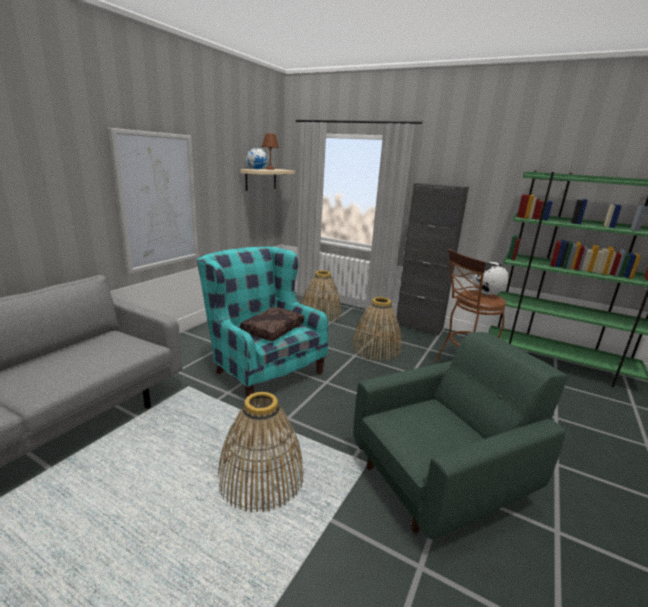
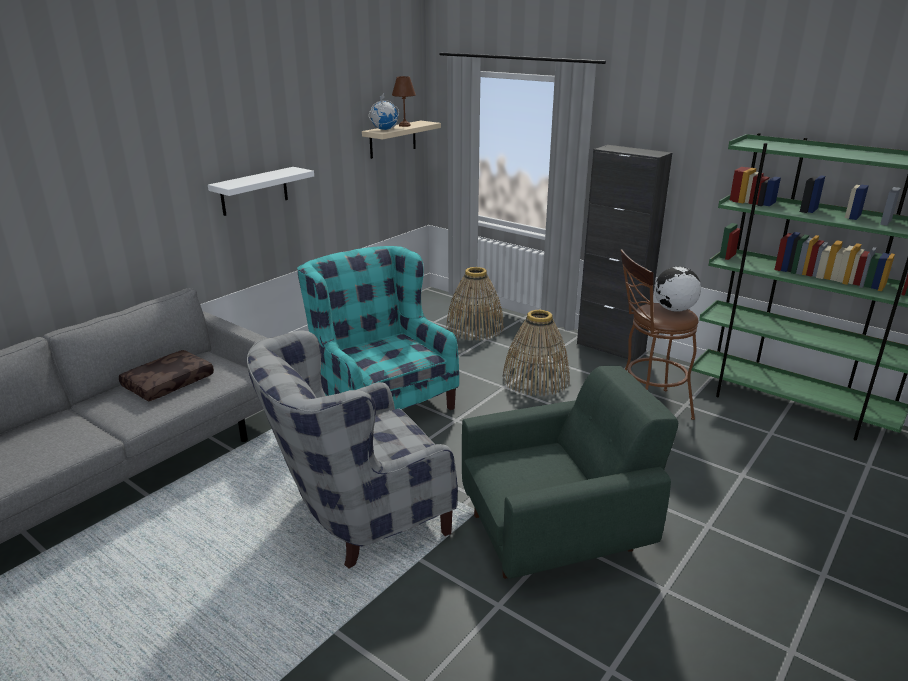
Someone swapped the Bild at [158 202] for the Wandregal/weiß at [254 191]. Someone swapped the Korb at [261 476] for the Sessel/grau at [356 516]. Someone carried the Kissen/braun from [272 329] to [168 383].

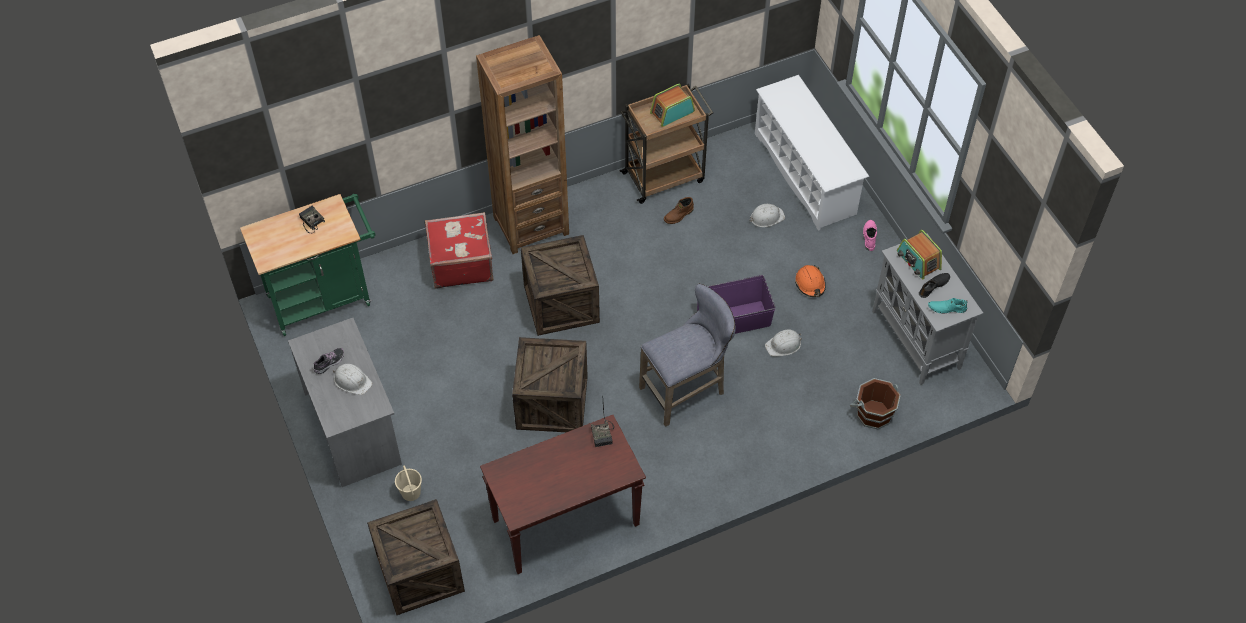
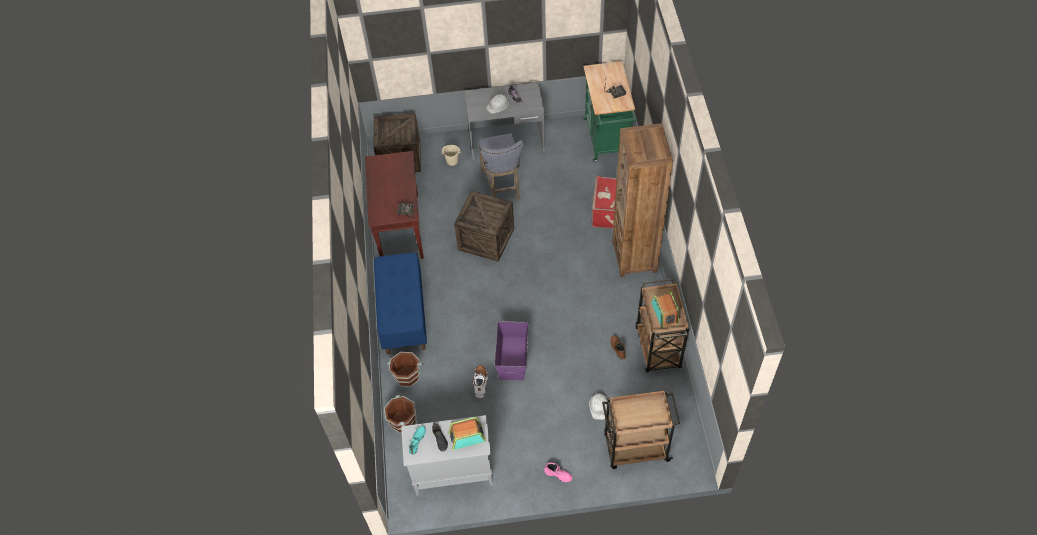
Someone took away the Kiste at [561 303]. Someone carried the Hocker/grau from [687 390] to [502 187]. Someone swapped the Schuhregal/weiß at [805 174] for the Rollwagen/braun at [635 448]. Someone swapped the Schutzhelm/weiß at [784 345] for the Stiefel/weiß at [480 382]. Someone took away the Schutzhelm/orange at [810 284]. Someone put down the Bank/blau at [403 314]. Someone put down the Eimer/braun at [407 376].

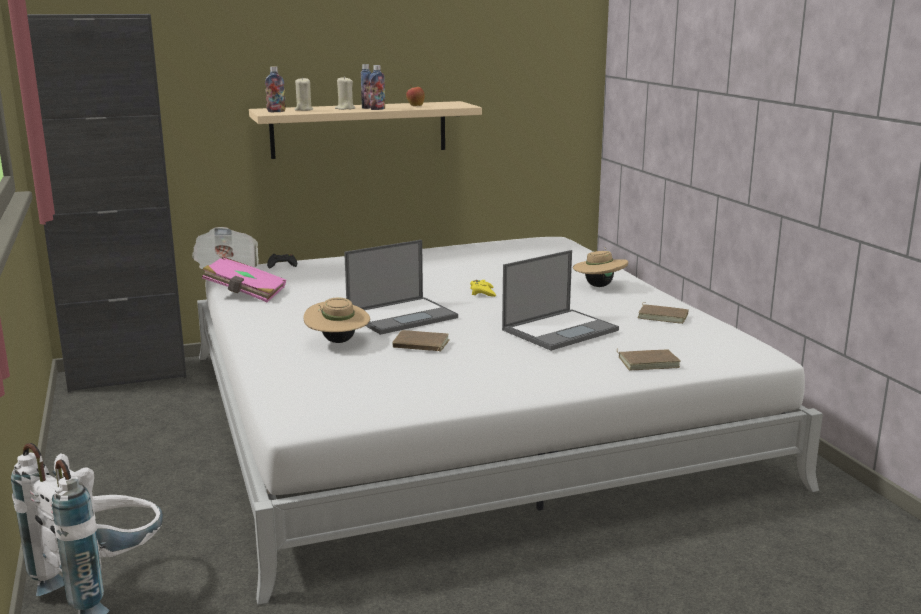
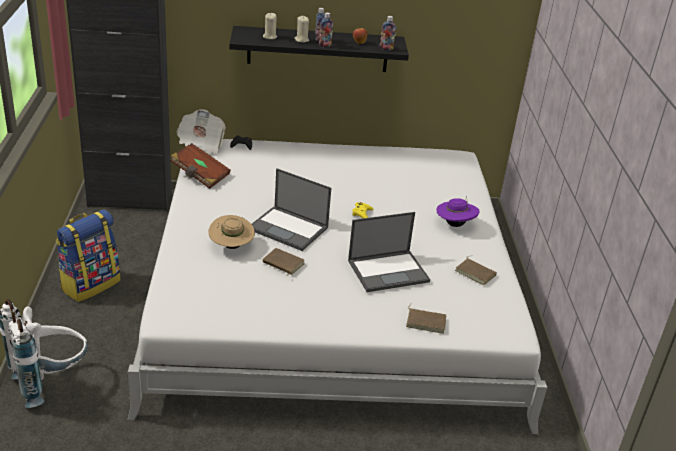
Someone repainted the Buch/rosa at [245 294], which became the Buch/braun at [200 175]. Someone repainted the Wandregal/beige at [359 129], which became the Wandregal/schwarz at [318 49]. Someone carried the Flasche from [276 111] to [386 49]. Someone rotated the Laptop at [403 316] by 45 degrees clockwise. Someone repainted the Hut/beige at [599 286], which became the Hut/lila at [455 224]. Someone put down the Rucksack at [90 284].

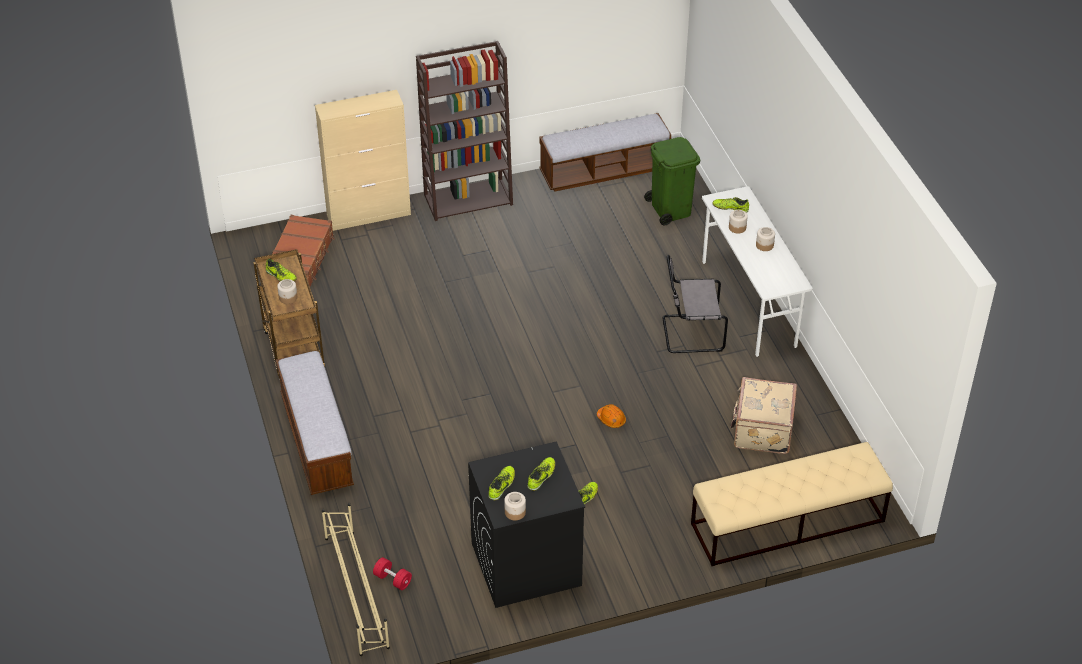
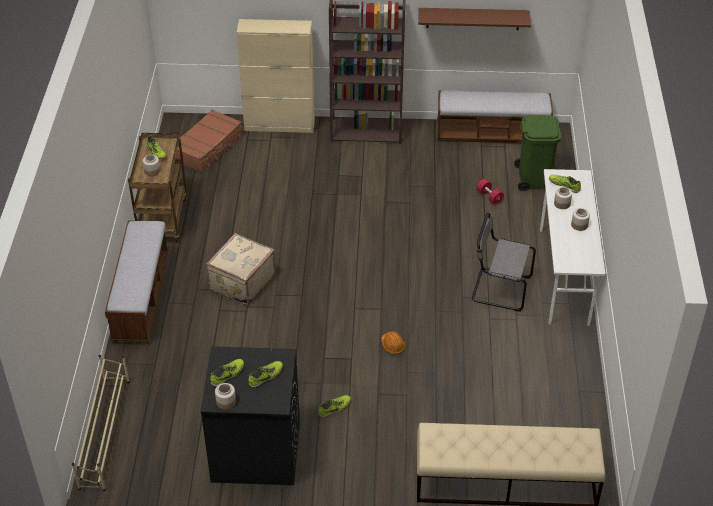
Someone carried the Hantel/rot from [392 579] to [489 197]. Someone carried the Koffer/beige from [761 430] to [241 282]. Someone put up the Wandregal/braun at [473 18].

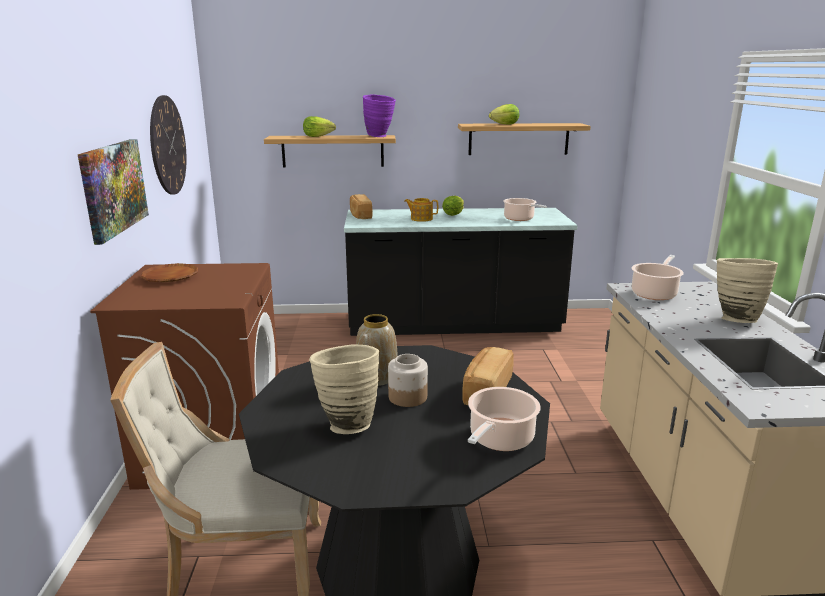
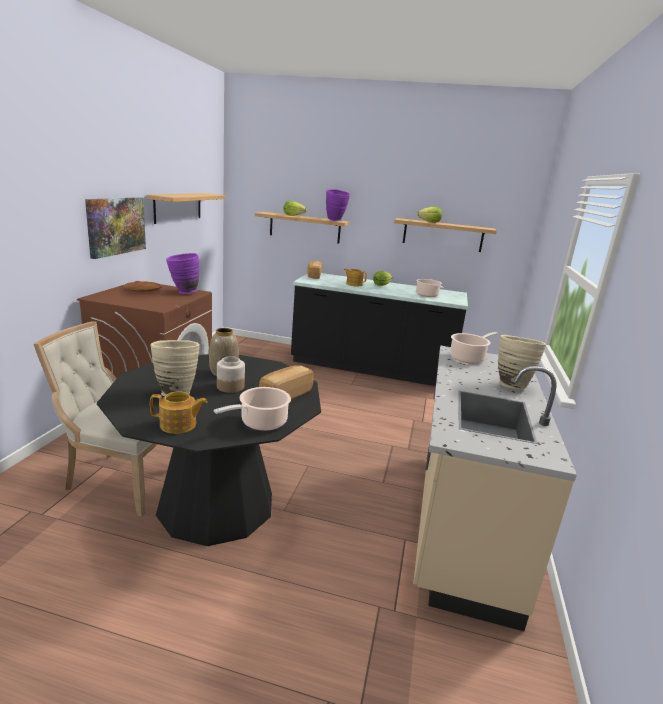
Someone swapped the Wanduhr at [168 145] for the Wandregal at [178 207]. Someone put down the Teekanne at [179 425]. Someone put down the Vase/lila at [183 292].

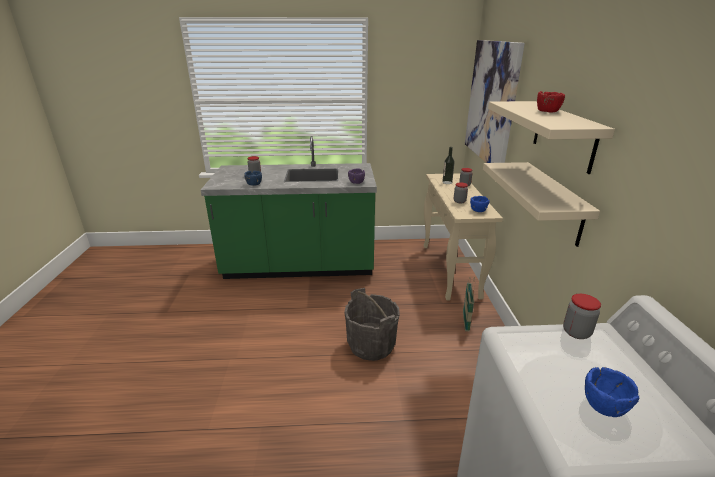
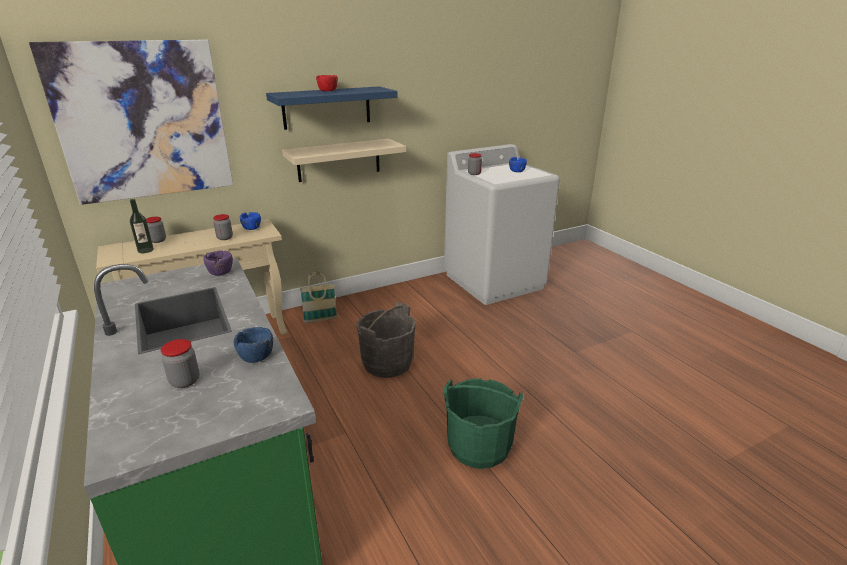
Someone repainted the Wandregal/beige at [563 135], which became the Wandregal/blau at [327 107]. Someone put down the Eimer/grün at [479 446].

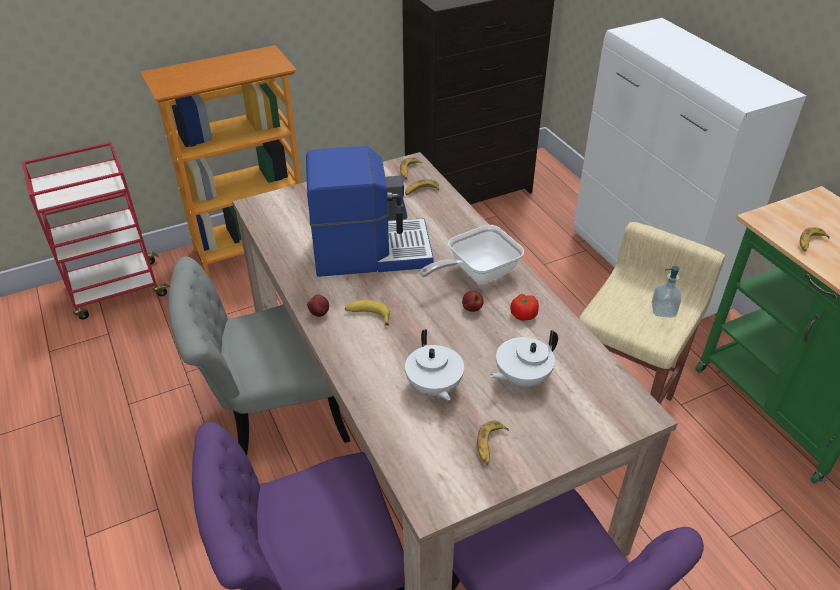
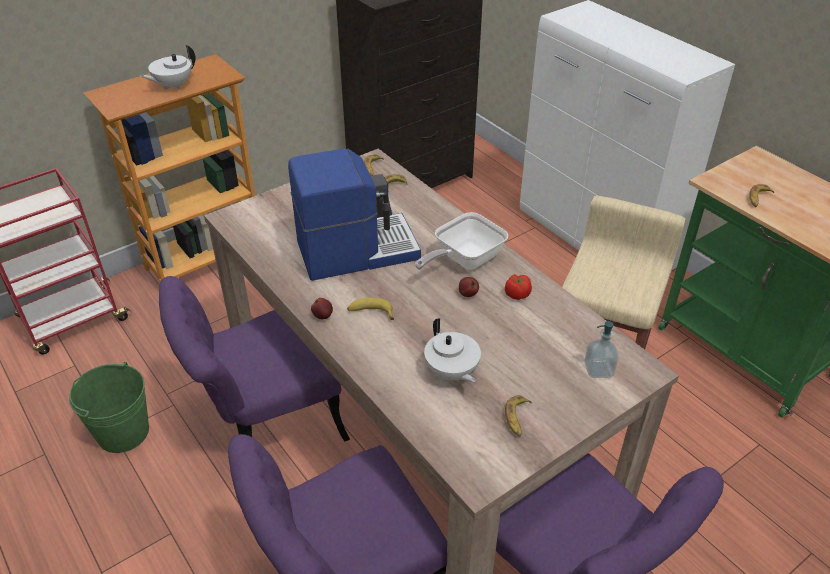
Someone repainted the Stuhl/grau at [270 415], which became the Stuhl/lila at [264 425]. Someone carried the Teekanne/weiß from [521 378] to [173 86]. Someone carried the Seifenspender from [663 311] to [598 369]. Someone put down the Eimer/grün at [123 432].

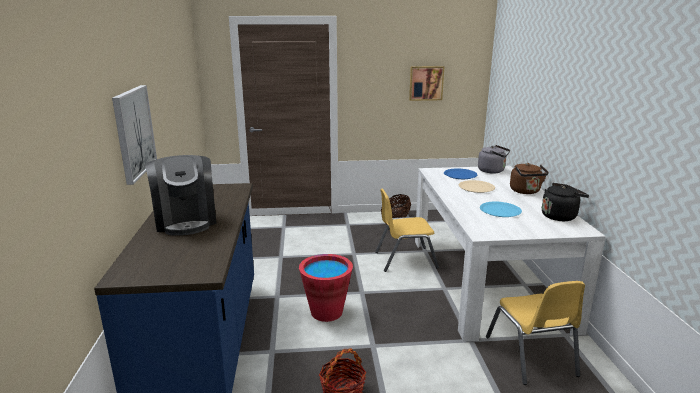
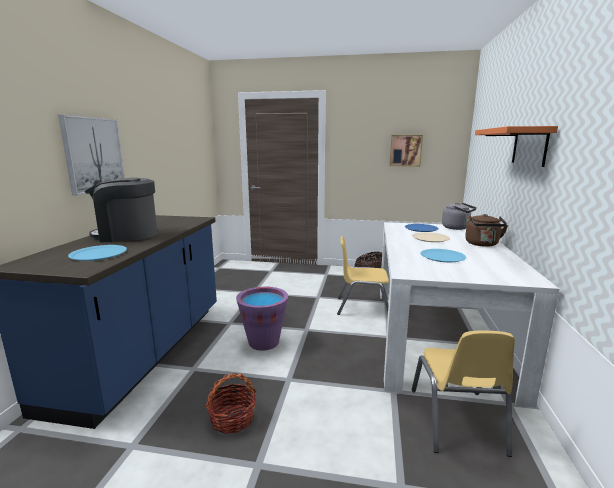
Someone rotated the Kaffeemaschine at [186 221] by 90 degrees clockwise. Someone repainted the Eimer/rot at [326 312], which became the Eimer/lila at [263 342]. Someone took away the Wasserkessel/schwarz at [560 216]. Someone put down the Teller/blau at [98 254]. Someone put up the Wandregal/orange at [529 146].

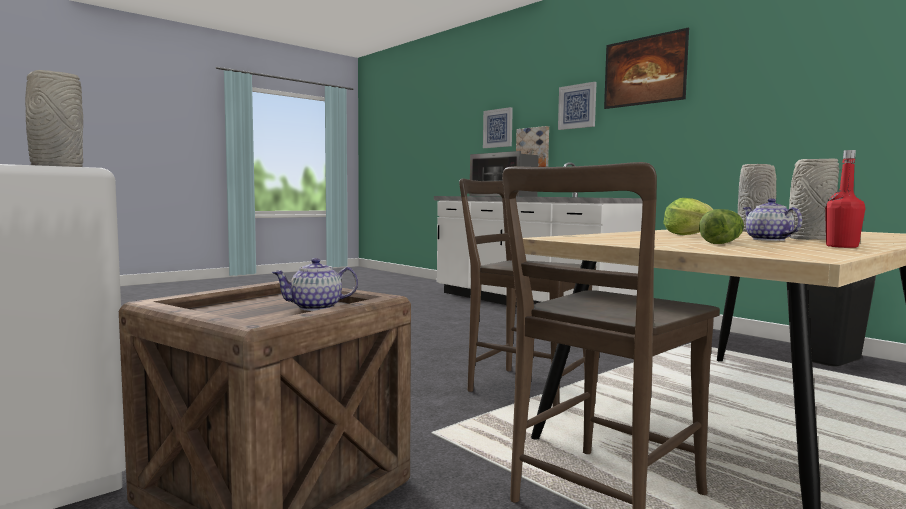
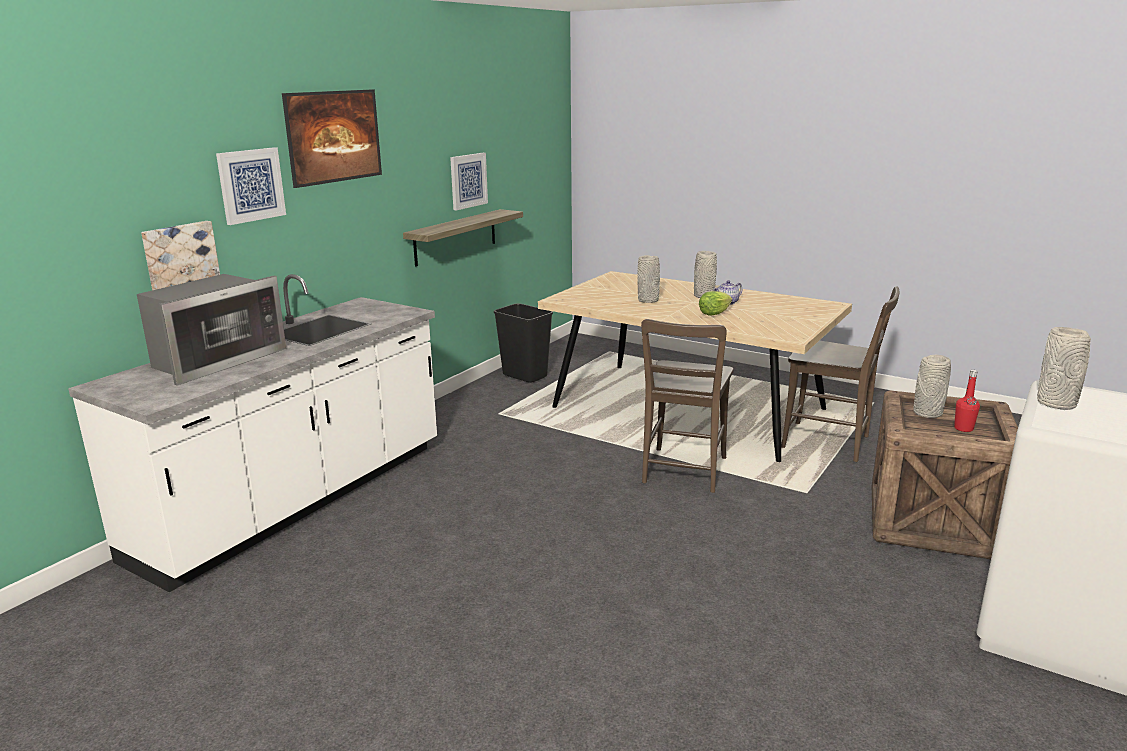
Someone swapped the Teekanne at [317 307] for the Vase/grau at [927 413]. Someone carried the Bild from [498 128] to [468 180]. Someone took away the Salatkopf at [723 243]. Someone carried the Flasche/rot from [842 246] to [963 428]. Someone put up the Wandregal at [455 237].

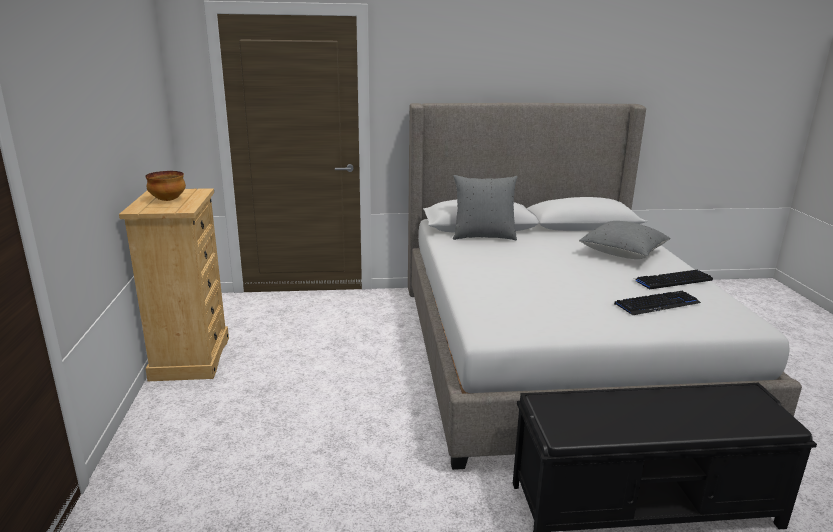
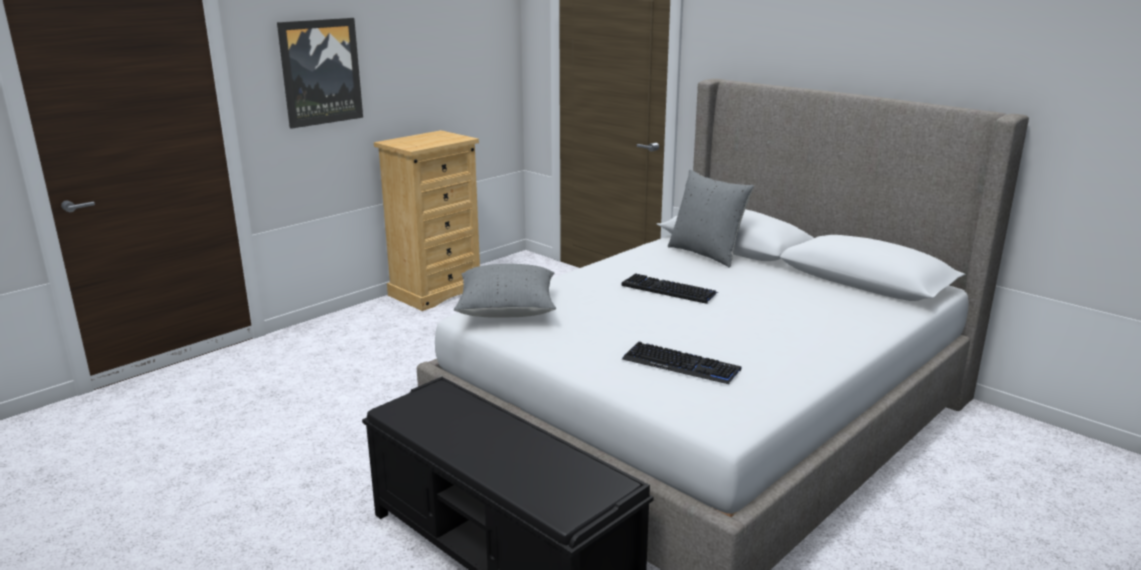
Someone took away the Schüssel at [168 200]. Someone carried the Kissen/grau from [623 253] to [507 310]. Someone carried the Tastatur from [672 280] to [669 290]. Someone put up the Bild at [320 72].

